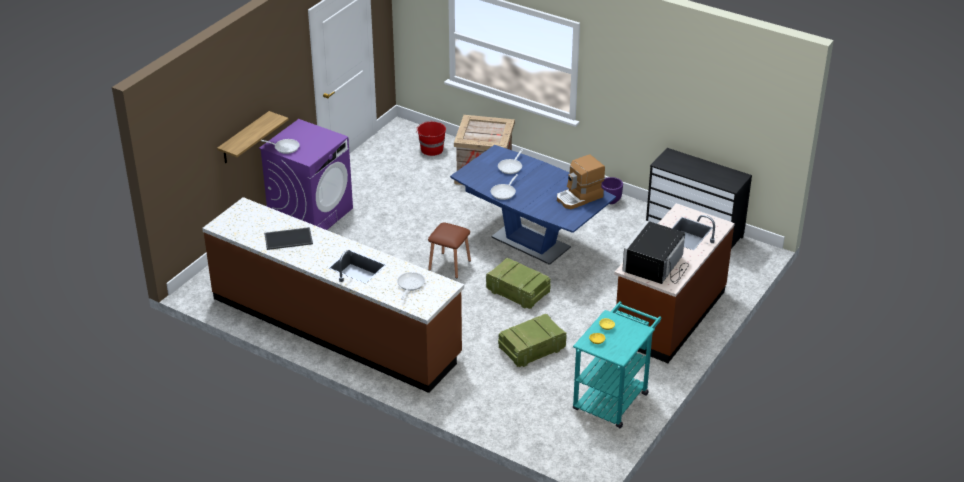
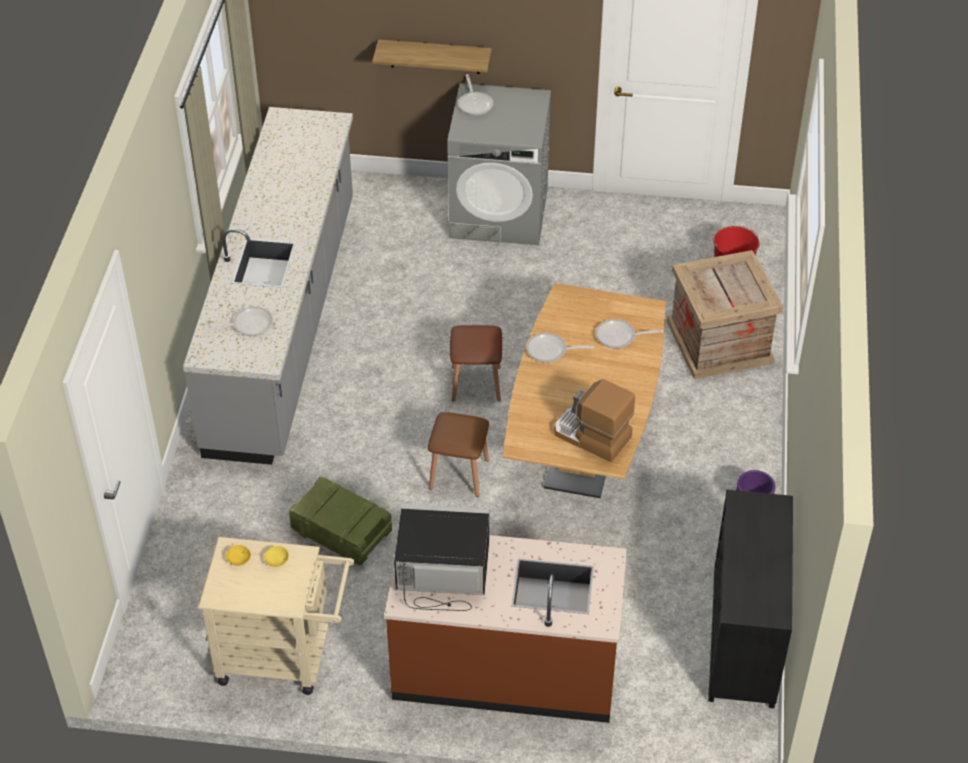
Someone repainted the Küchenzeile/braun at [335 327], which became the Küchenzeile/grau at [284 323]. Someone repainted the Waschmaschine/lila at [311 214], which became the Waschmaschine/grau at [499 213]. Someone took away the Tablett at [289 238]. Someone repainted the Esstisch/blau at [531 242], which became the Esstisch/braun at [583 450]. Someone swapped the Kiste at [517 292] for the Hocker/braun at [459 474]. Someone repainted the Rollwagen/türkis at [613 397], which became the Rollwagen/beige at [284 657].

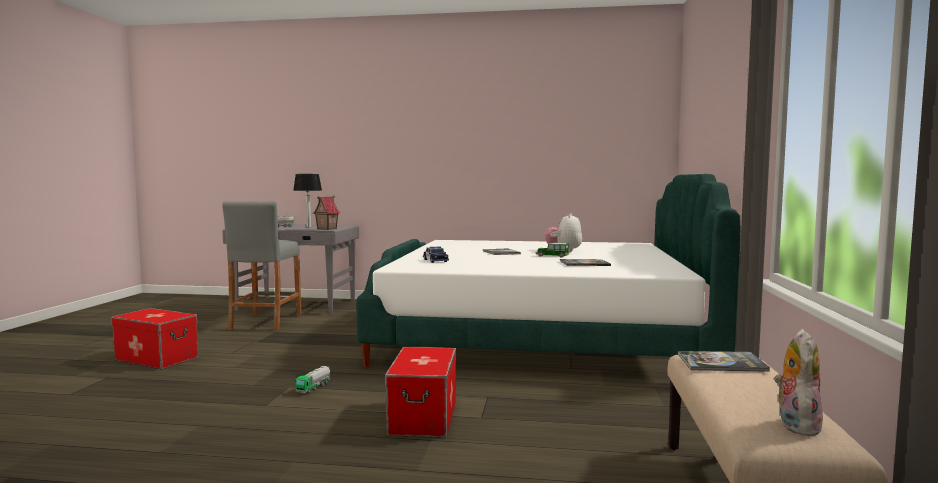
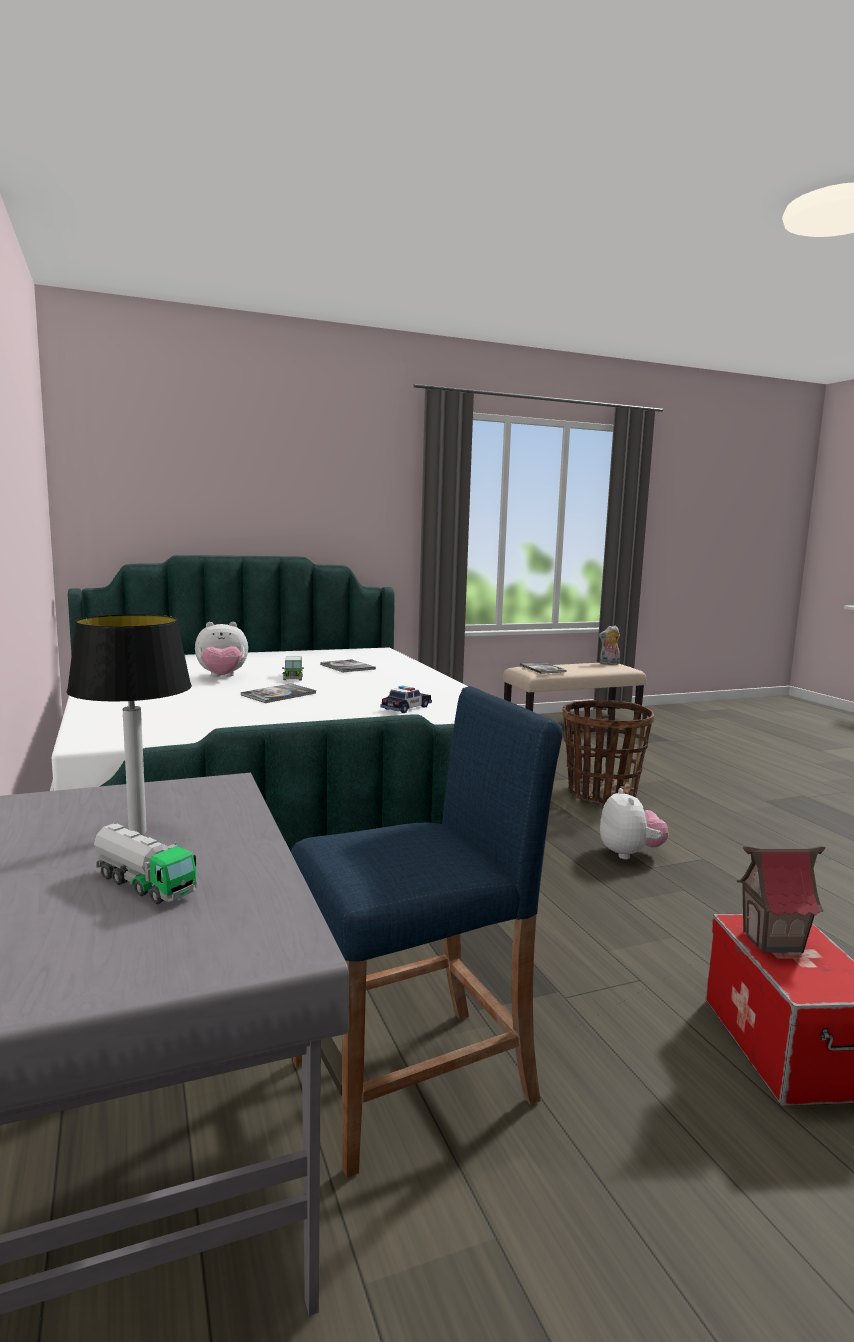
Someone repainted the Hocker/grau at [265 322], which became the Hocker/blau at [413 1082]. Someone swapped the Spielzeuglaster at [313 387] for the Plüschtier at [630 854]. Someone carried the Spielzeughaus from [326 229] to [773 942]. Someone swapped the Aufbewahrungsbox at [423 417] for the Korb at [601 794].

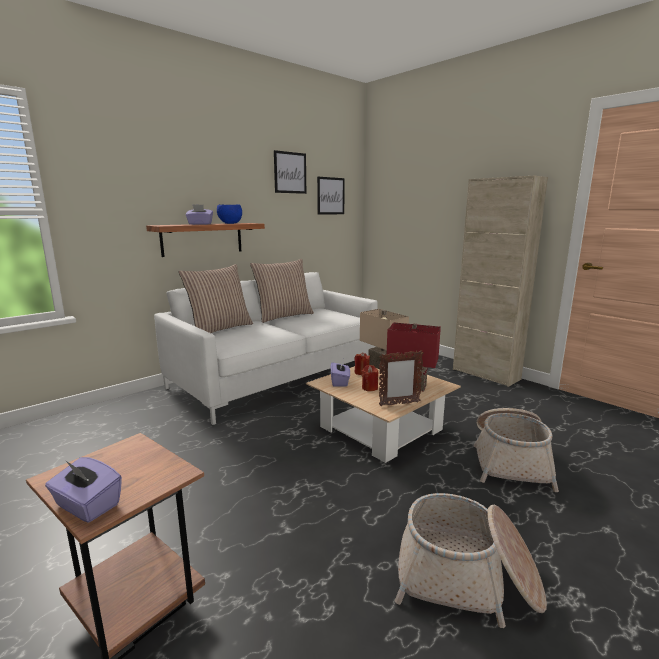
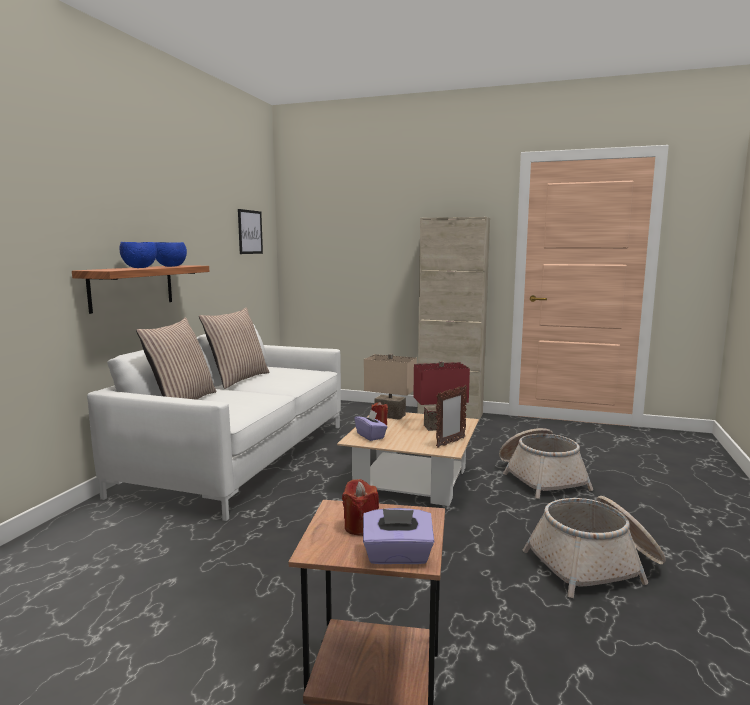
Someone swapped the Taschentuchbox/lila at [200 224] for the Schüssel/blau at [140 268]. Someone took away the Bild at [290 172]. Someone carried the Kerze/rot from [369 388] to [360 527].

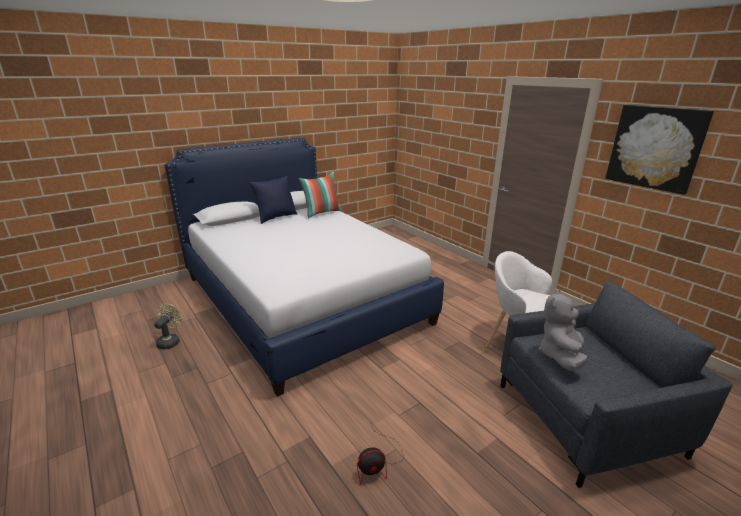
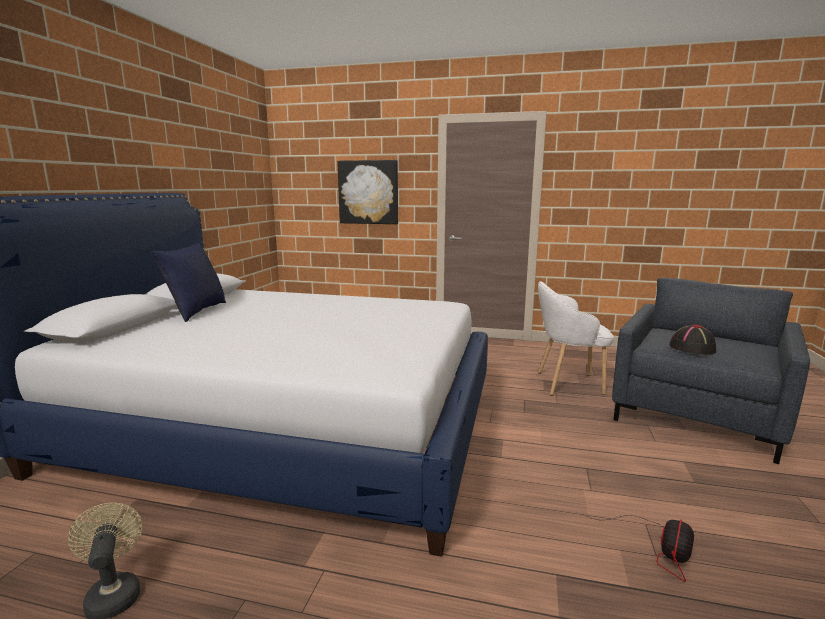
Someone took away the Kissen at [322 213]. Someone swapped the Plüschtier/grau at [560 355] for the Hut/schwarz at [691 348]. Someone carried the Bild from [655 148] to [368 192].

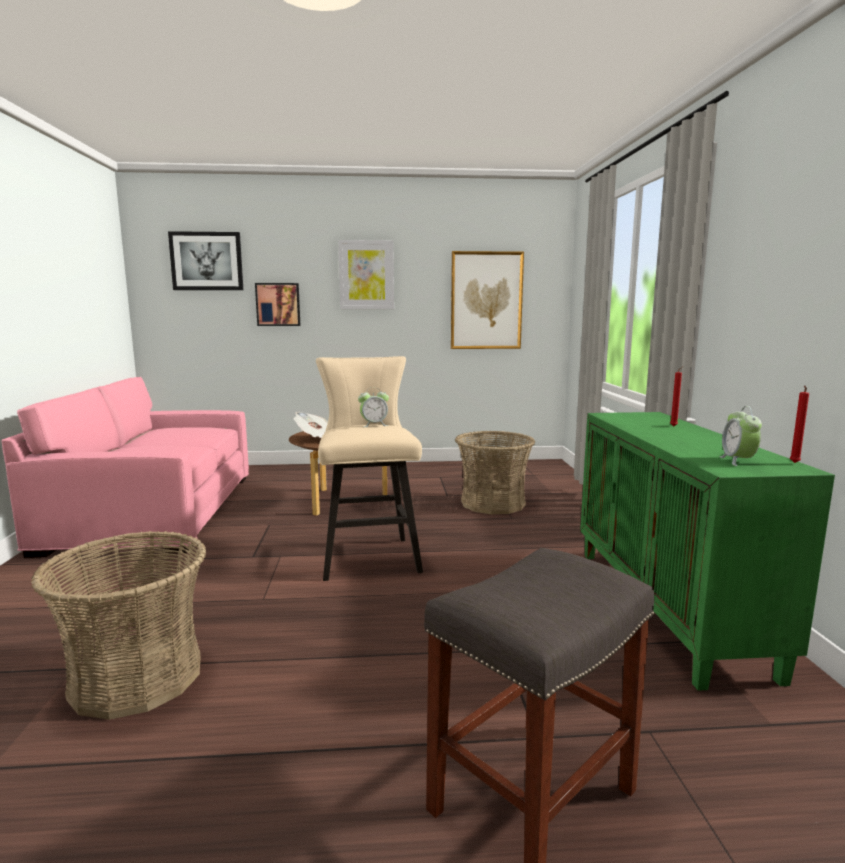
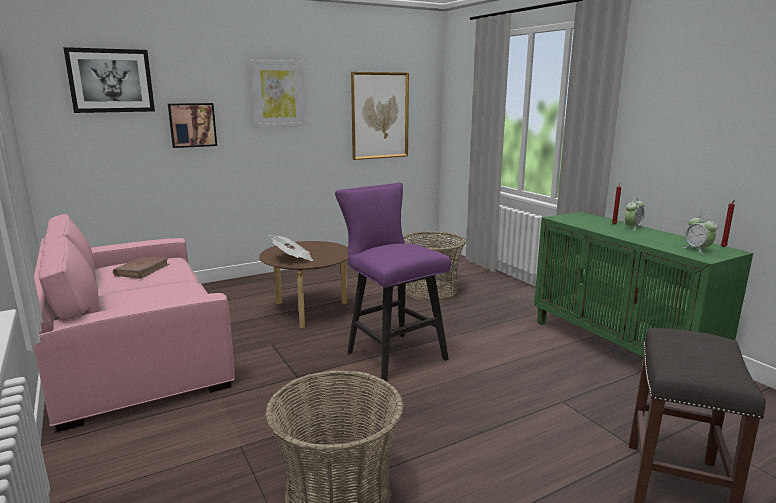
Someone repainted the Hocker/beige at [369 555], which became the Hocker/lila at [391 354]. Someone carried the Wecker from [374 425] to [632 228]. Someone put down the Buch/braun at [142 270].

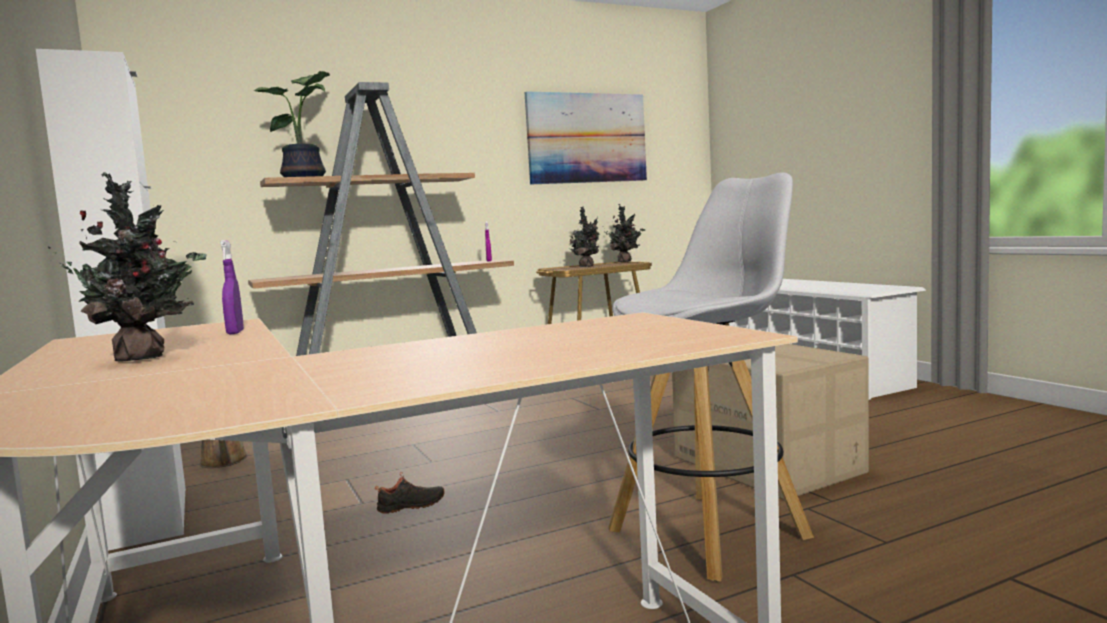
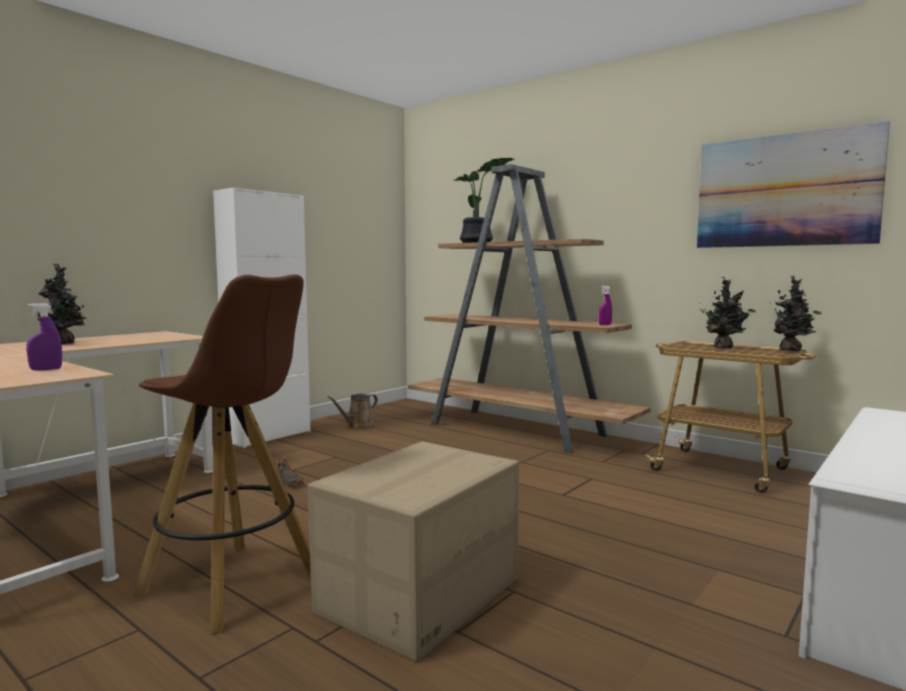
Someone carried the Sprühflasche/lila from [235 333] to [46 369]. Someone repainted the Hocker/weiß at [710 533], which became the Hocker/braun at [232 585].

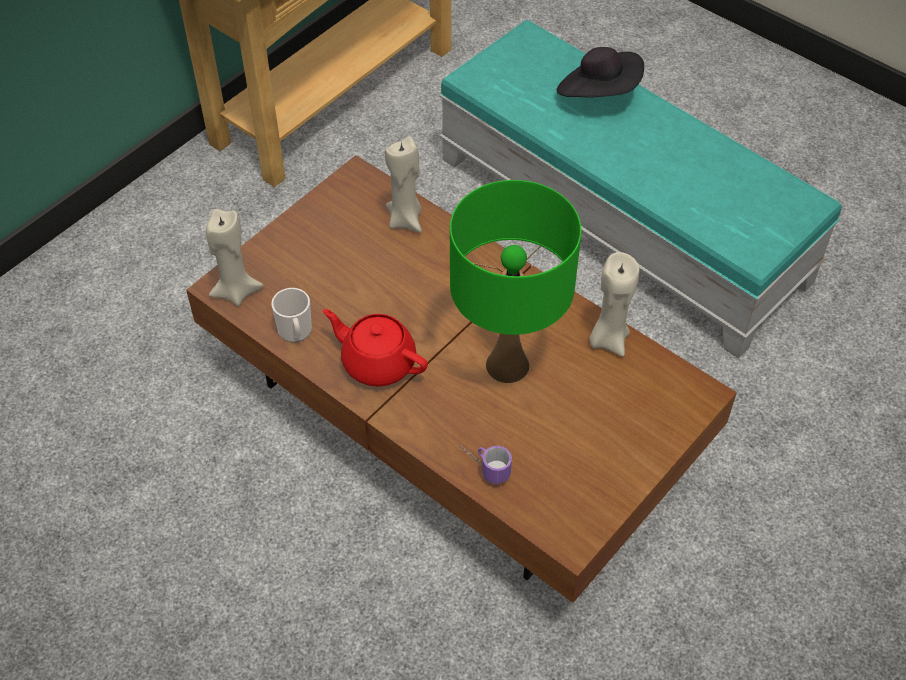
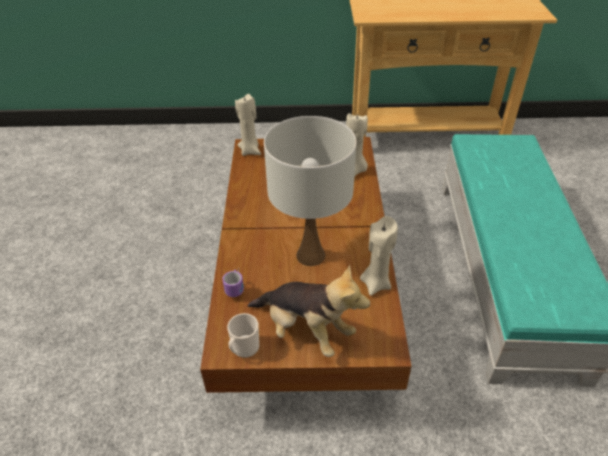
Someone carried the Henkelbecher from [296 332] to [243 349]. Someone took away the Teekanne/rot at [377 362]. Someone repainted the Tischlampe/grün at [507 366], which became the Tischlampe/weiß at [310 256]. Someone took away the Hut/schwarz at [599 94]. Someone put down the Plüschtier at [305 330].

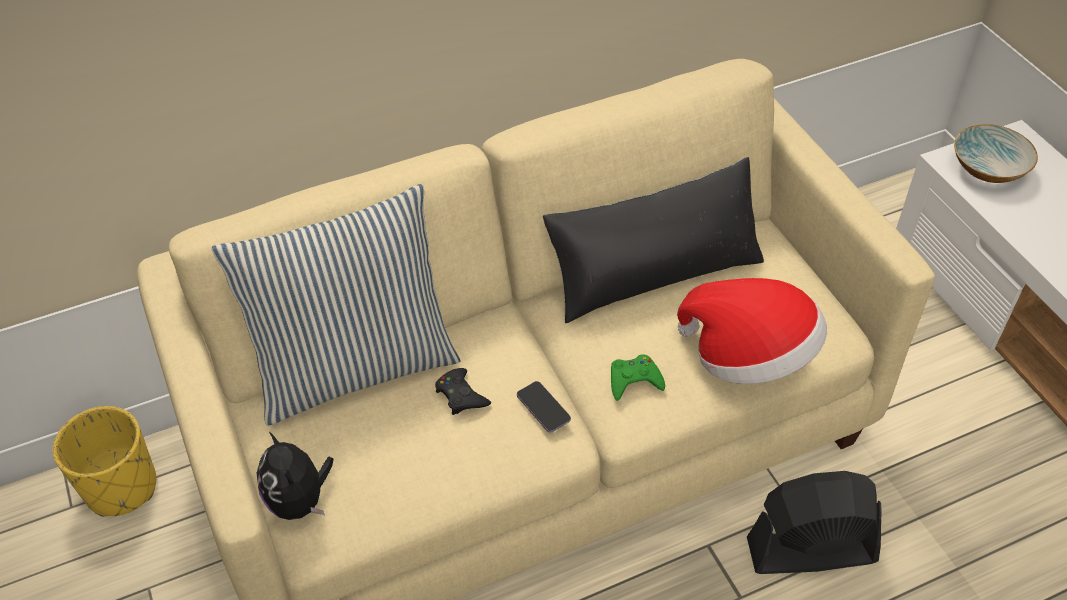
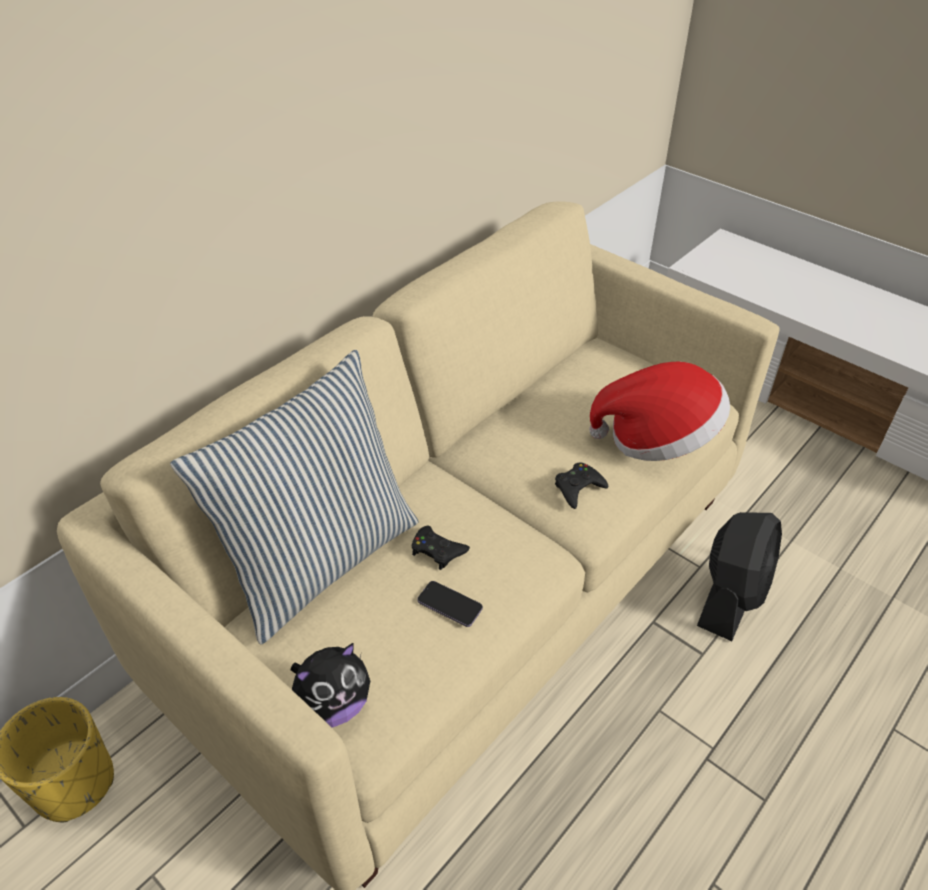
Someone rotated the Plüschtier at [300 501] by 75 degrees counterclockwise. Someone carried the Handy from [543 408] to [449 605]. Someone took away the Kissen/schwarz at [654 273]. Someone repainted the Gamepad/grün at [634 380], which became the Gamepad/schwarz at [578 488]. Someone rotated the Ventilator/schwarz at [810 550] by 150 degrees clockwise. Someone took away the Schüssel at [989 168].

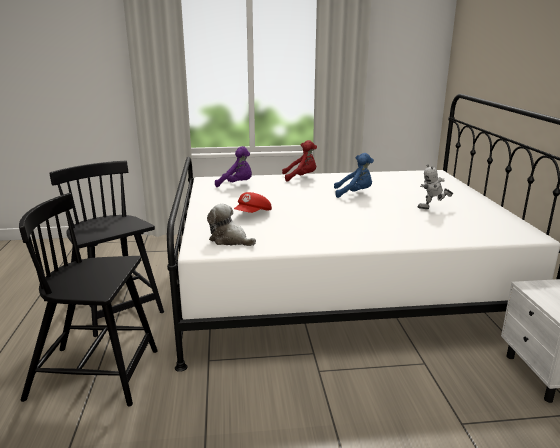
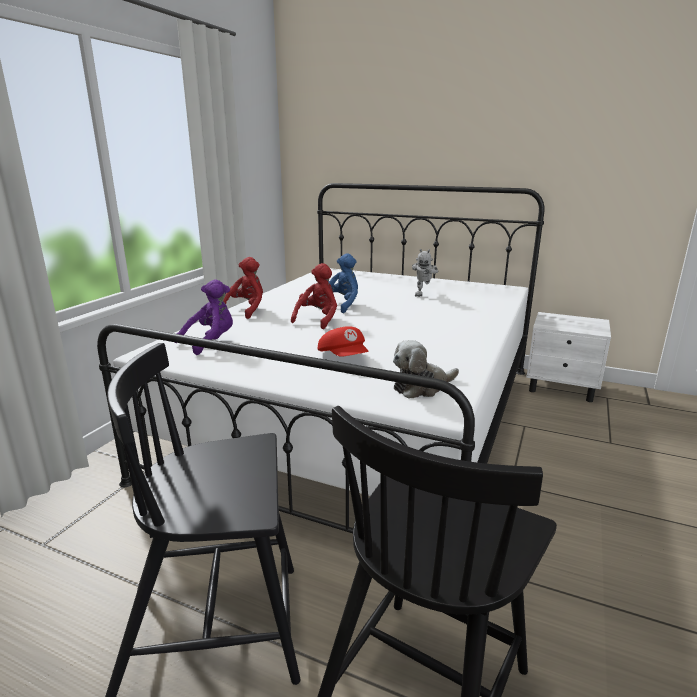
Someone put down the Plüschtier/rot at [318 319].

